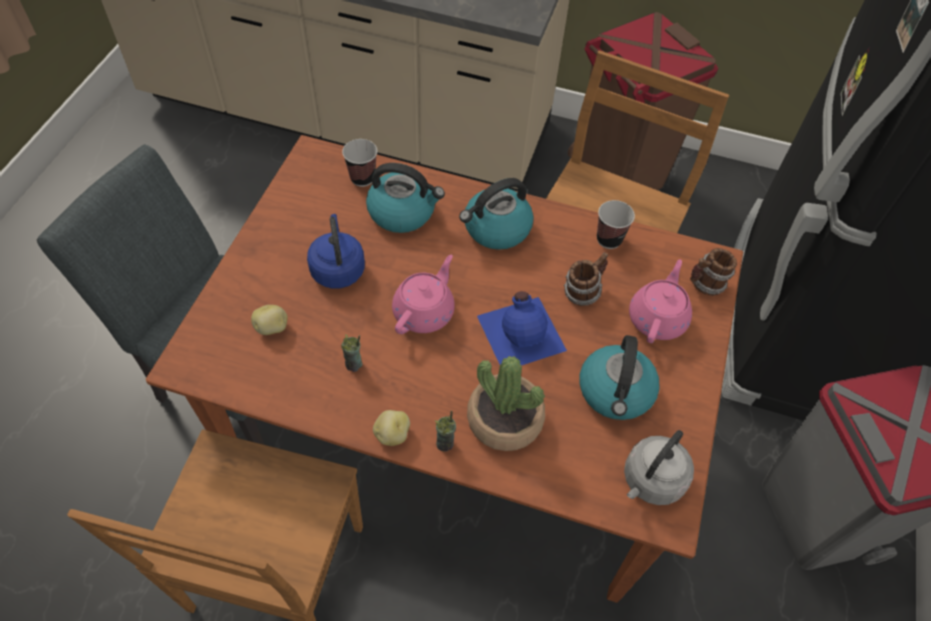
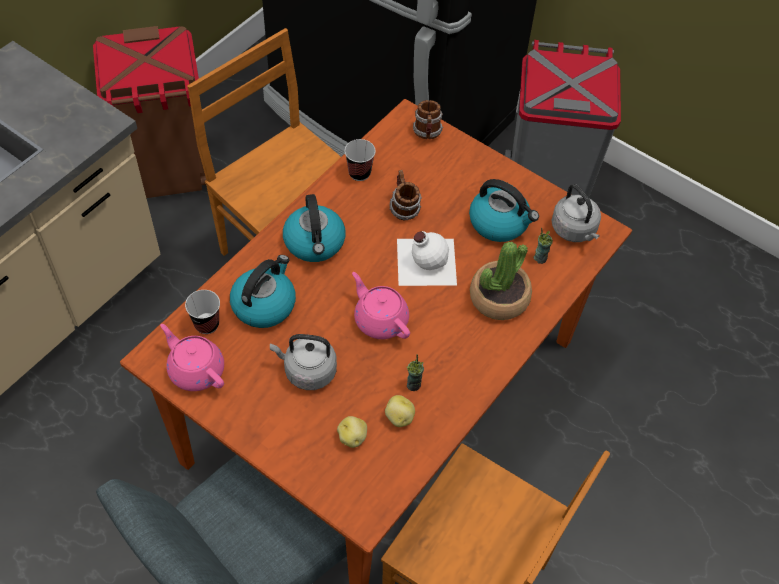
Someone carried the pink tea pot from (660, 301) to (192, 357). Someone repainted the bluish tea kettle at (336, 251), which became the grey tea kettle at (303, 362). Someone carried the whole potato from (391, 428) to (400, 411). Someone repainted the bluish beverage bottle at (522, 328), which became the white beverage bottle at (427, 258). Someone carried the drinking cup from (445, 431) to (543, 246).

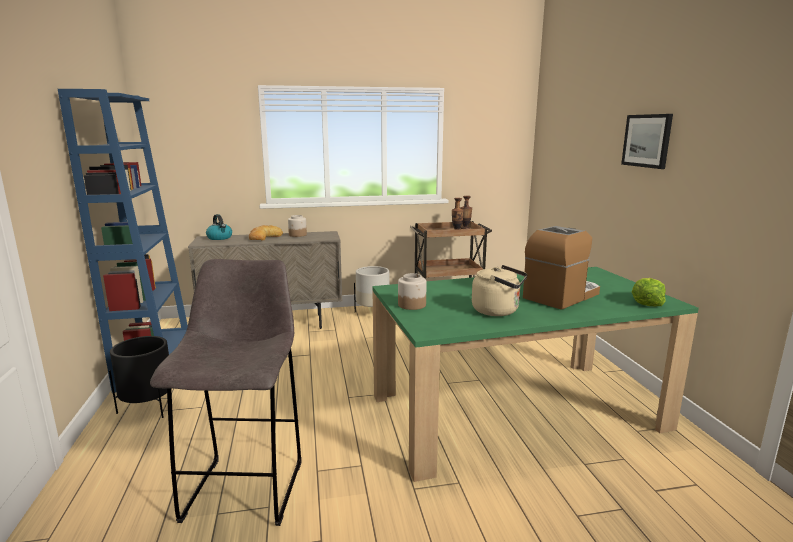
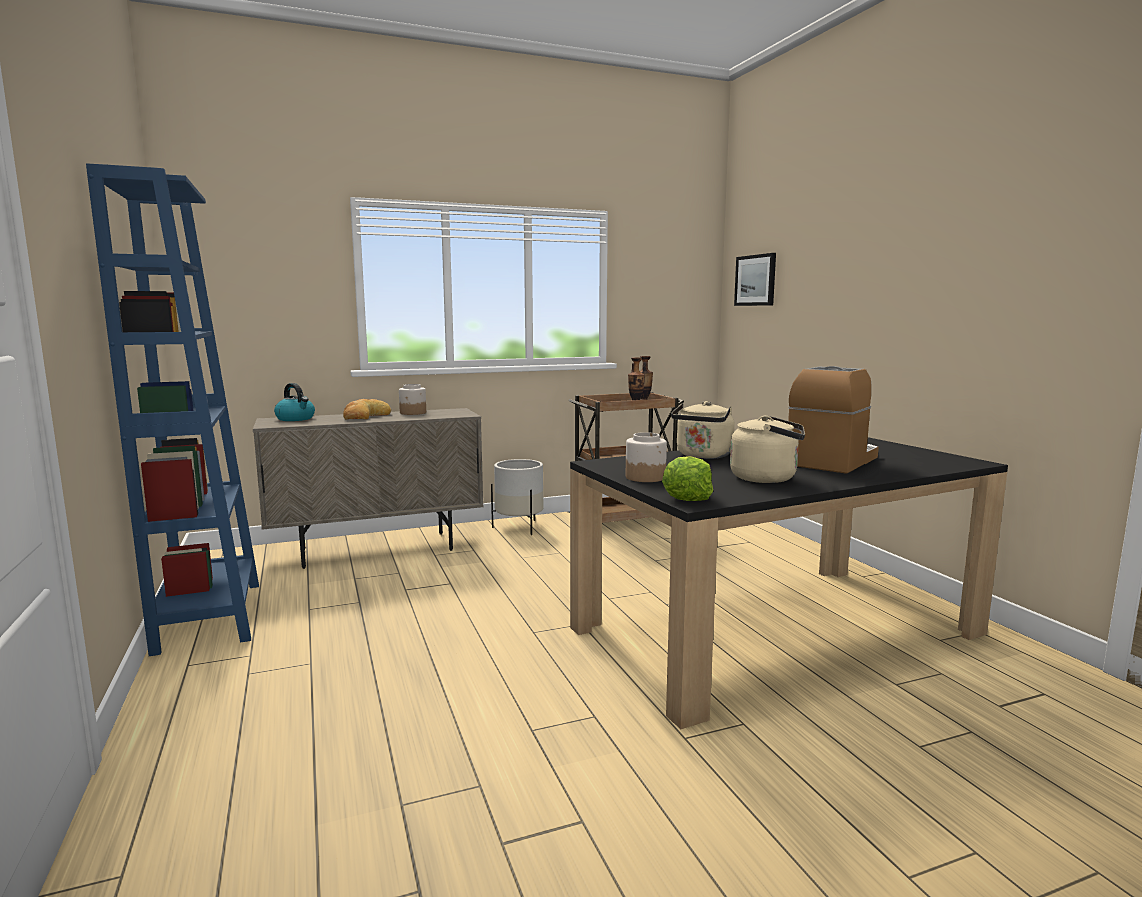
Someone repainted the green dinner table at (535, 374), which became the blackish dinner table at (789, 583). Someone carried the lettuce head from (649, 292) to (687, 478). Someone put down the beige tea kettle at (703, 430). Someone carried the picture from (647, 141) to (755, 279). Someone took away the blackish planter at (140, 377). Someone took away the grey stool seat at (225, 392).

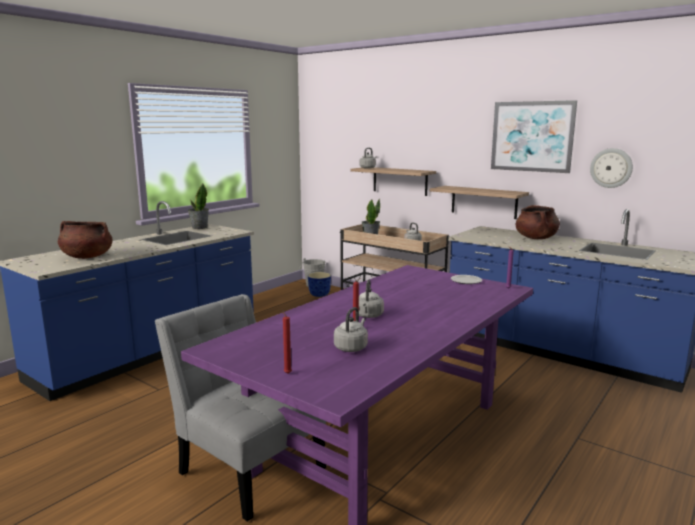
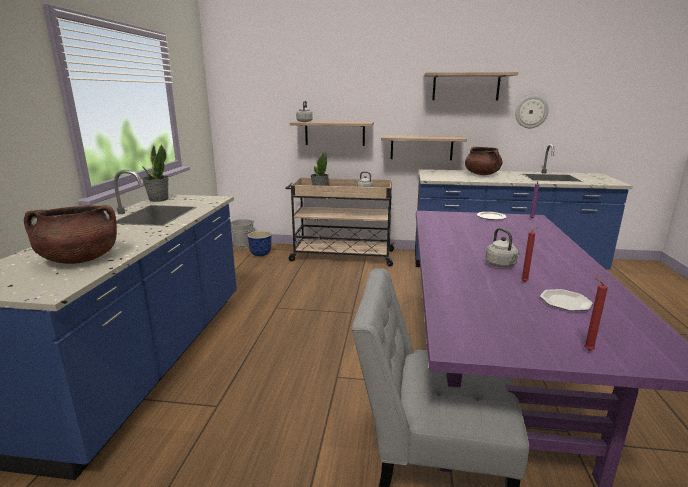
Someone swapped the picture at (534, 136) for the wall shelf at (471, 86). Someone swapped the grey tea kettle at (351, 329) for the flat dish at (566, 300).

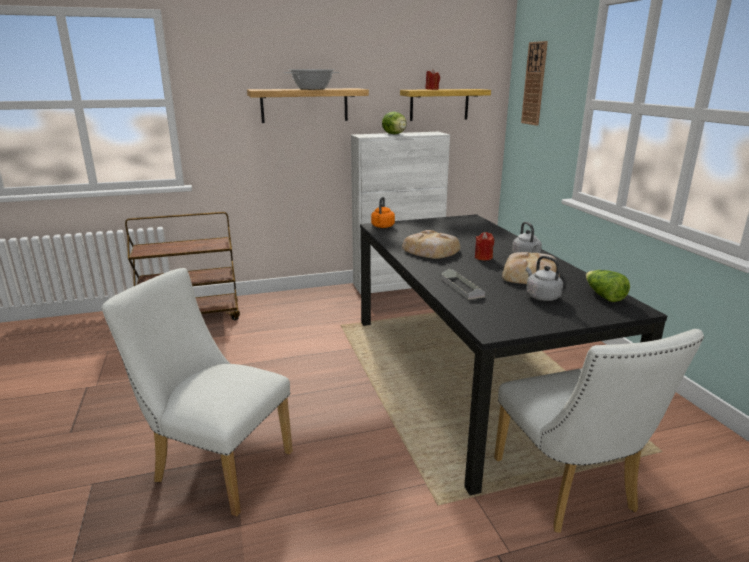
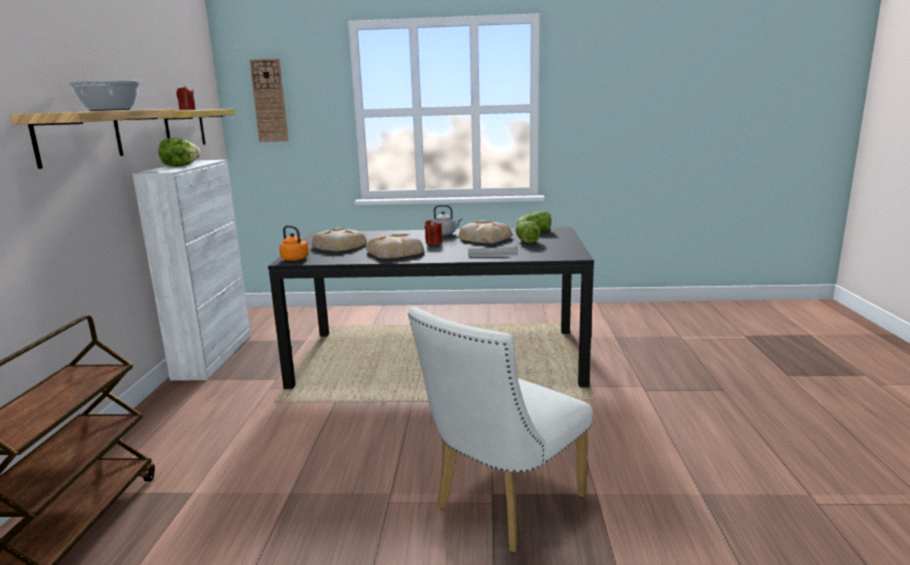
Someone put down the baked bread at (339, 239). Someone swapped the grey tea kettle at (544, 278) for the lettuce head at (528, 232). Someone took away the white chair at (599, 431).

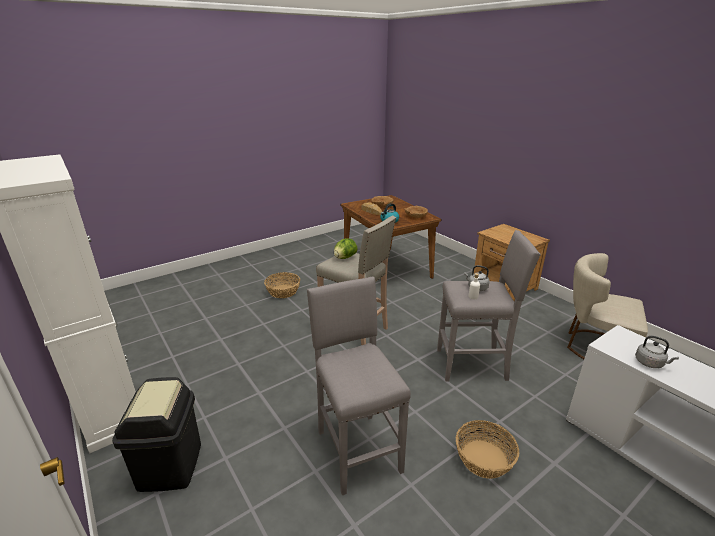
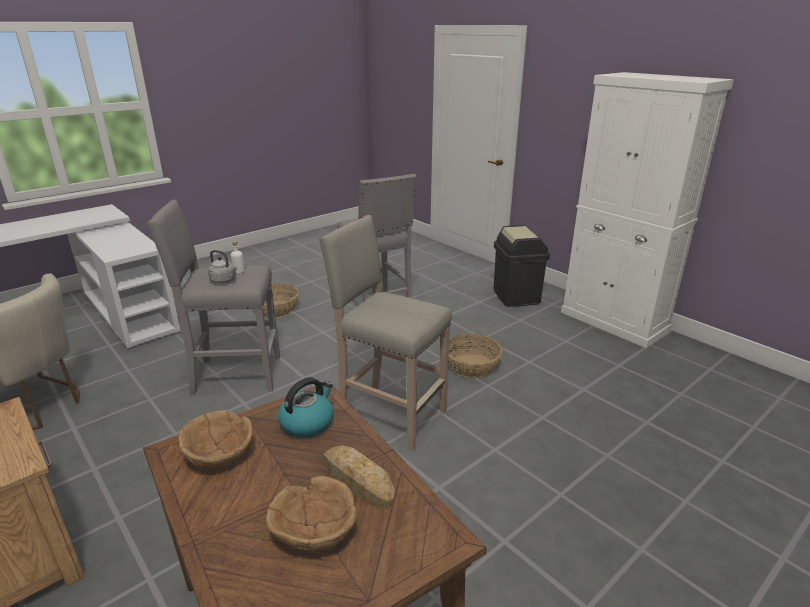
Someone carried the storage basket from (282, 285) to (475, 356). Someone took away the lettuce head at (345, 248). Someone took away the grey tea kettle at (657, 352).

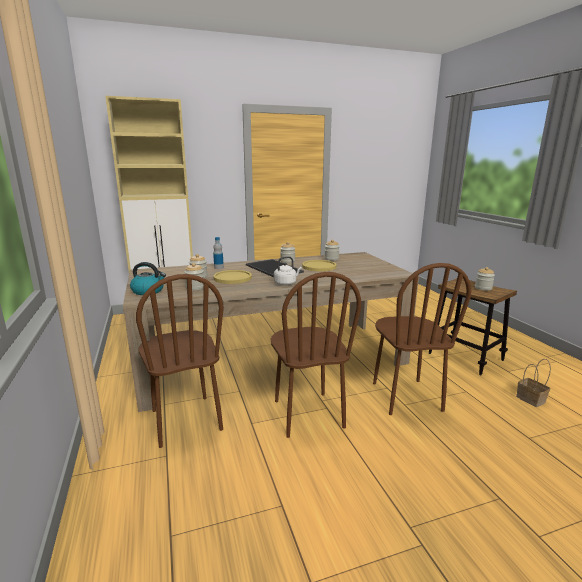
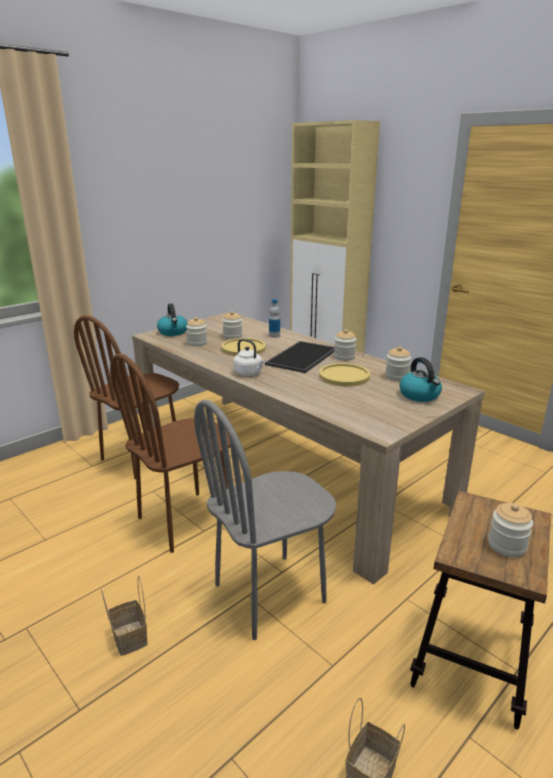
Someone put down the storage basket at (124, 616). Someone repainted the brown chair at (422, 339), which became the grey chair at (265, 520). Someone put down the tea kettle at (420, 379).

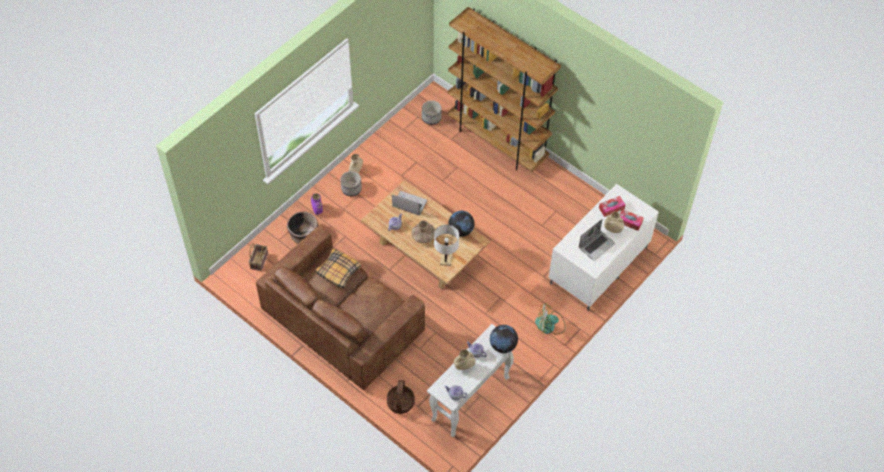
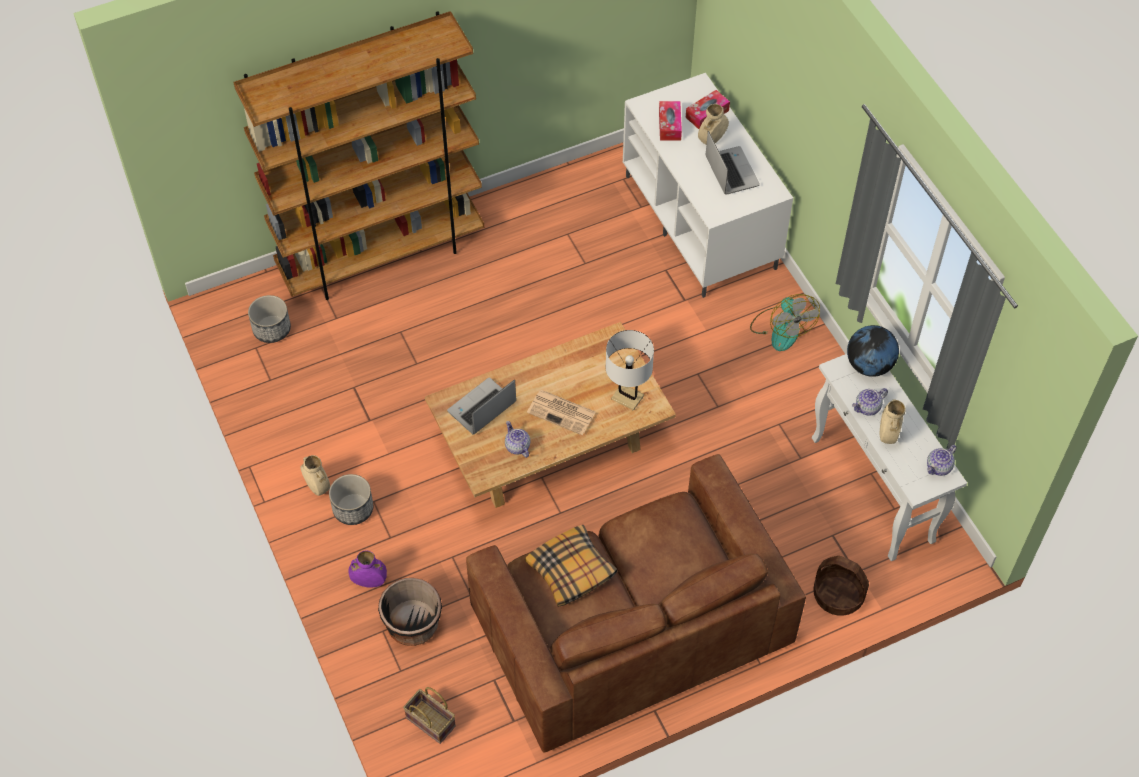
Someone swapped the brown flower vase at (423, 231) for the printed paper at (561, 412). Someone rotated the electric fan at (550, 319) by 45 degrees counterclockwise. Someone took away the world globe at (461, 224).

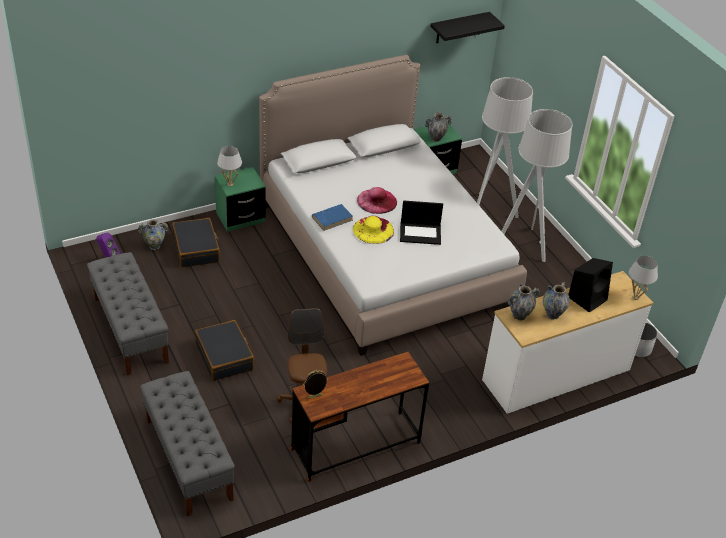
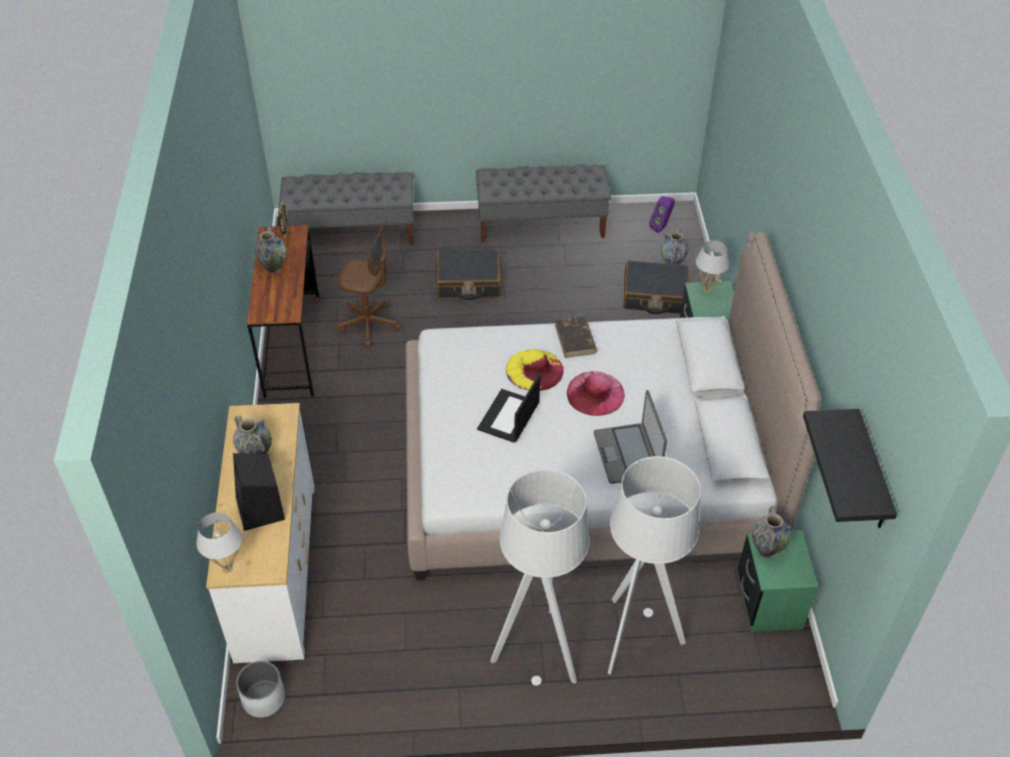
Someone carried the flower vase from (524, 302) to (270, 249). Someone repainted the bluish bound book at (332, 217), which became the brown bound book at (576, 337). Someone put down the notebook computer at (630, 437).

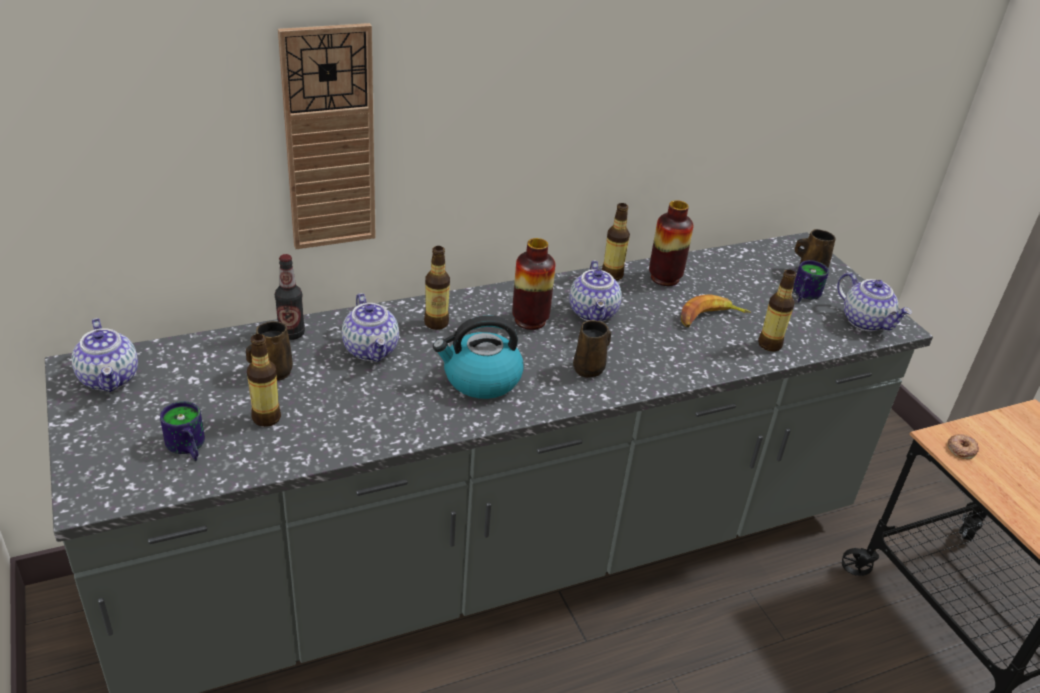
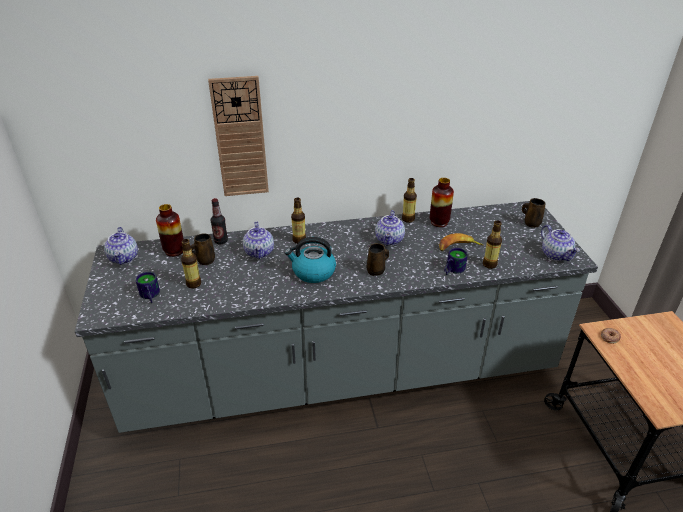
Someone carried the flower vase from (534, 284) to (170, 230). Someone carried the mug from (811, 281) to (456, 261).

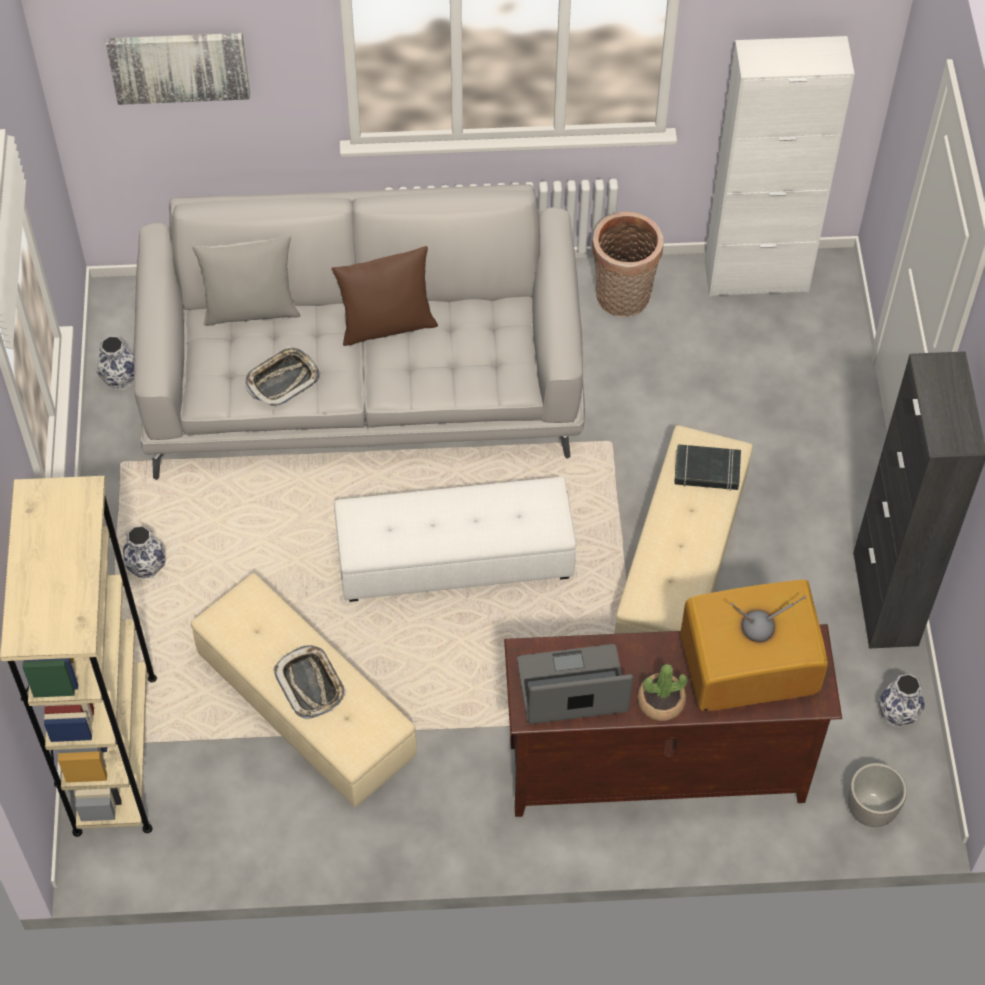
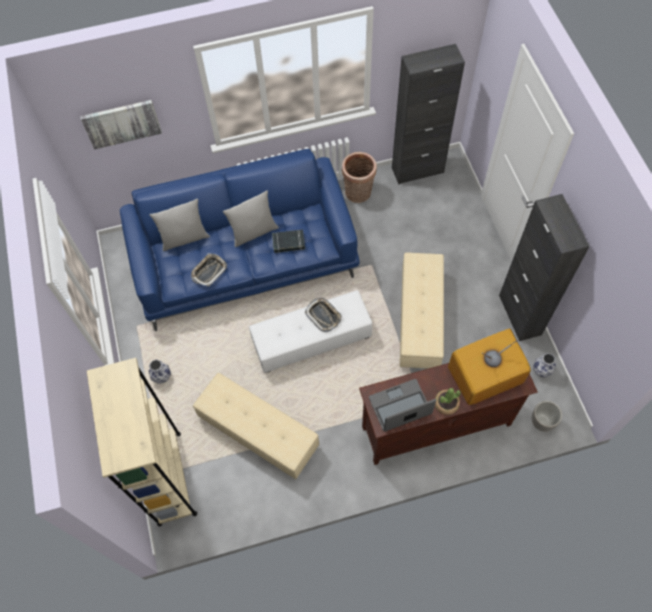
Someone repainted the grey sofa at (359, 332), which became the bluish sofa at (240, 240). Someone repainted the brown throw pillow at (385, 296), which became the grey throw pillow at (251, 219). Someone carried the blackish bound book from (707, 467) to (288, 241). Someone carried the tray from (310, 682) to (323, 315). Someone repainted the white storage cabinet at (780, 166), which became the blackish storage cabinet at (428, 114). Someone took away the flower vase at (115, 363).

